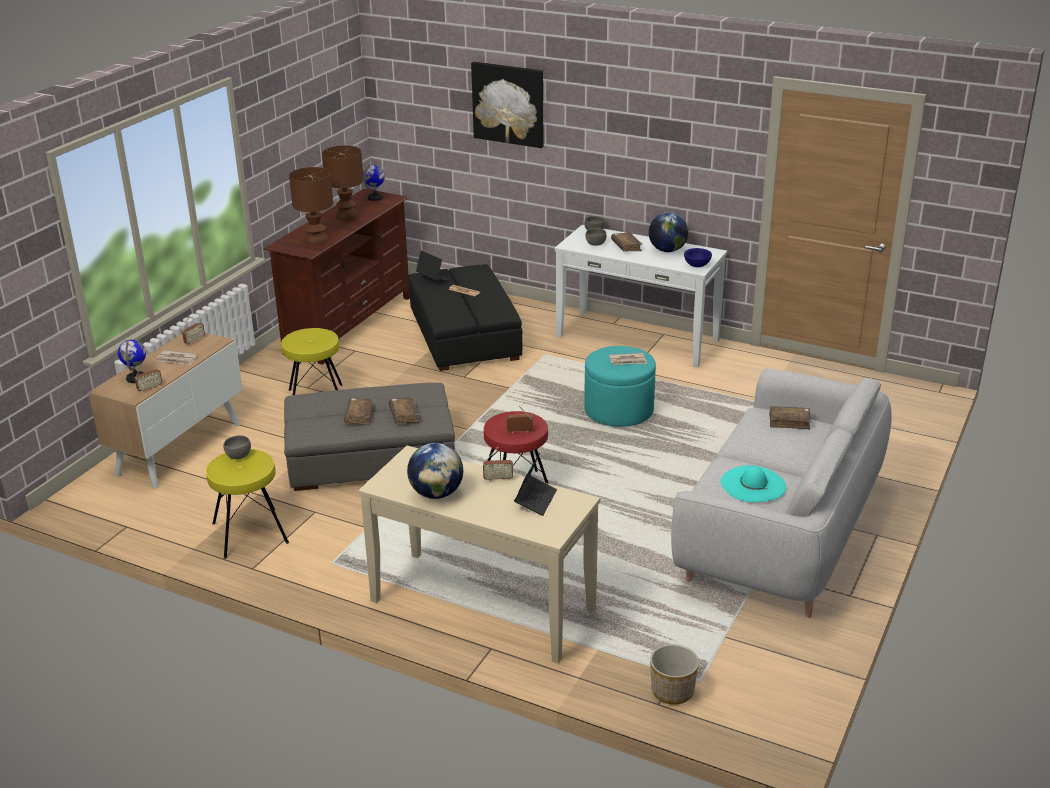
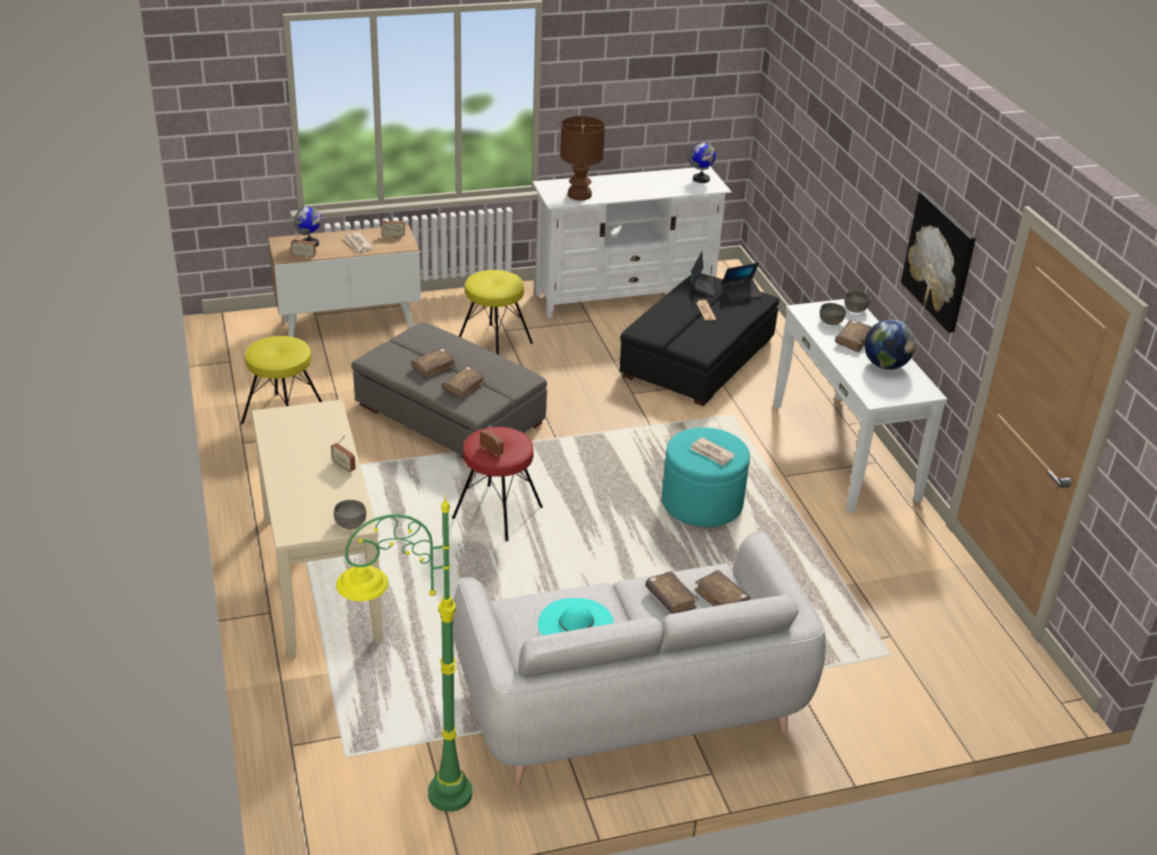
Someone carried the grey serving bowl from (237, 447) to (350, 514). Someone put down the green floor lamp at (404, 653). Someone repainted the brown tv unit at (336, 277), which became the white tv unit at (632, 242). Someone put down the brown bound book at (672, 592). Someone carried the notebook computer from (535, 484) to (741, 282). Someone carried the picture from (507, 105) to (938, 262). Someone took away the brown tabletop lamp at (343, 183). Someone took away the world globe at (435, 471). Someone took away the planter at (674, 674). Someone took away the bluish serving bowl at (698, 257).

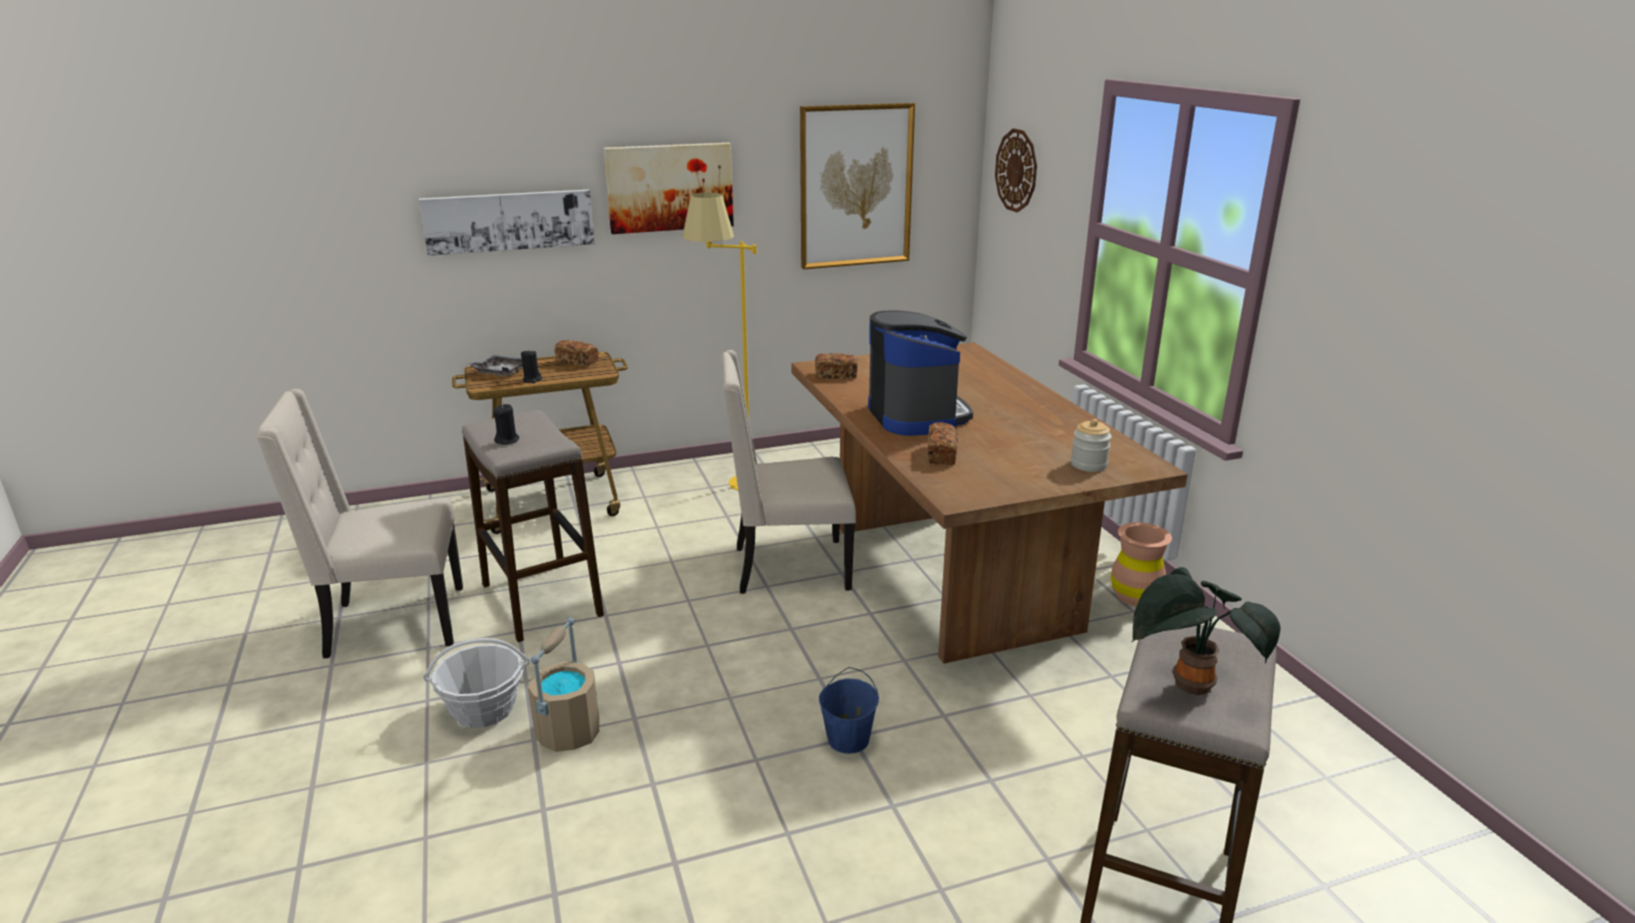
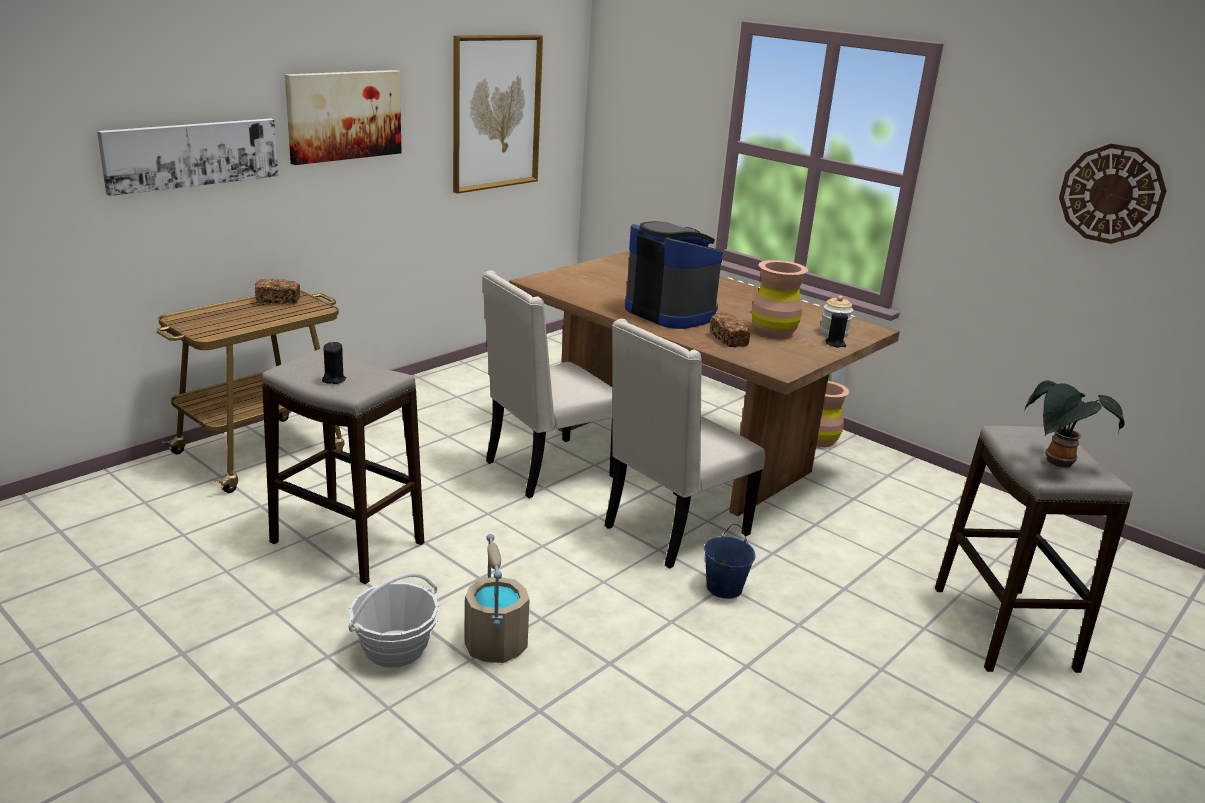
Someone carried the beige chair from (359, 523) to (685, 444). Someone put down the brown flower vase at (779, 299). Someone carried the blackish wax light from (531, 366) to (837, 330). Someone carried the hanging clock from (1016, 170) to (1113, 194). Someone took away the grey tray at (495, 366). Someone took away the yellowish floor lamp at (719, 341). Someone took away the baked bread at (836, 366).

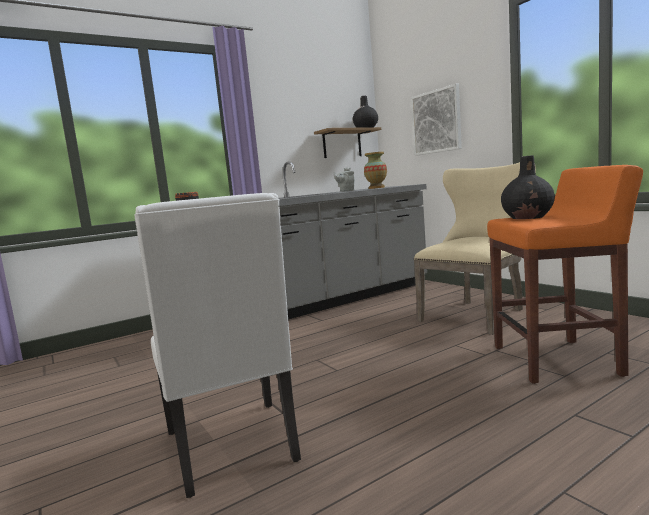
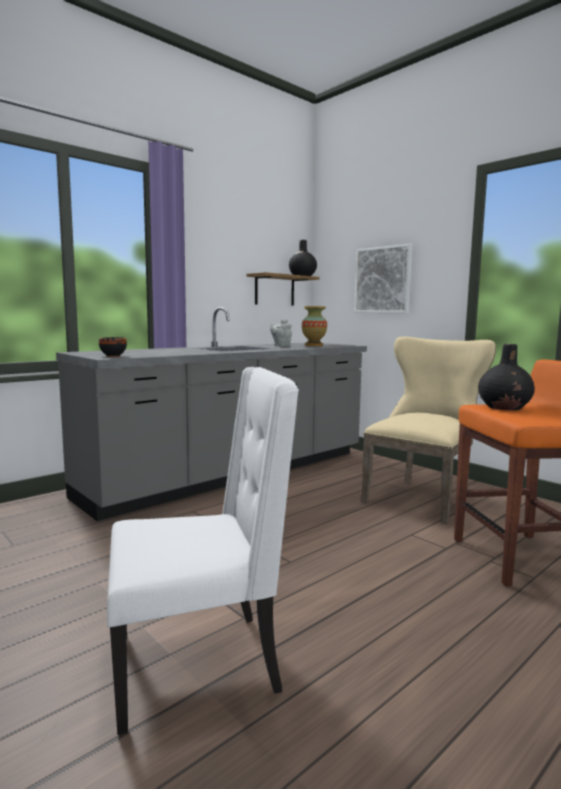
Someone rotated the white chair at (218, 345) by 75 degrees counterclockwise.

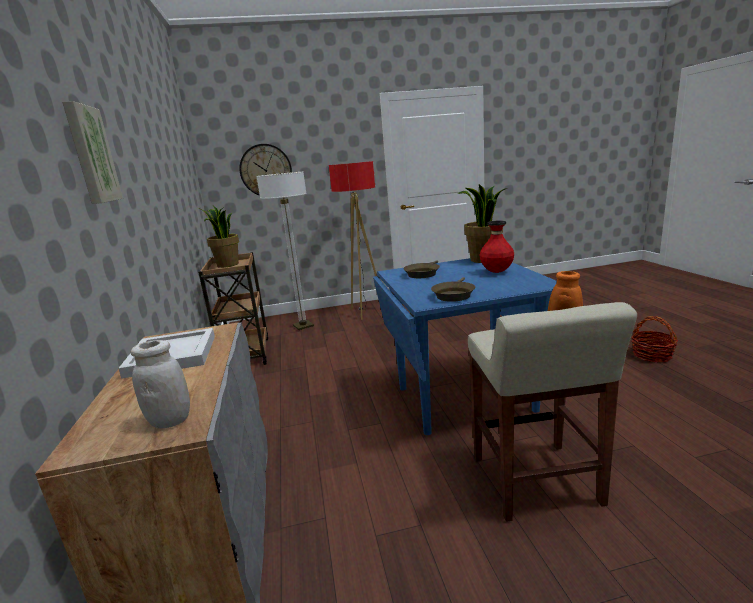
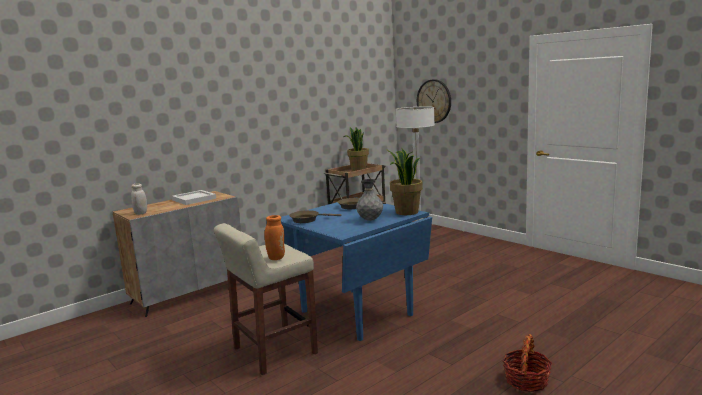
Someone repainted the red-coloured flower vase at (497, 246), which became the grey flower vase at (369, 200). Someone took away the picture at (92, 152). Someone took away the floor lamp at (353, 240).

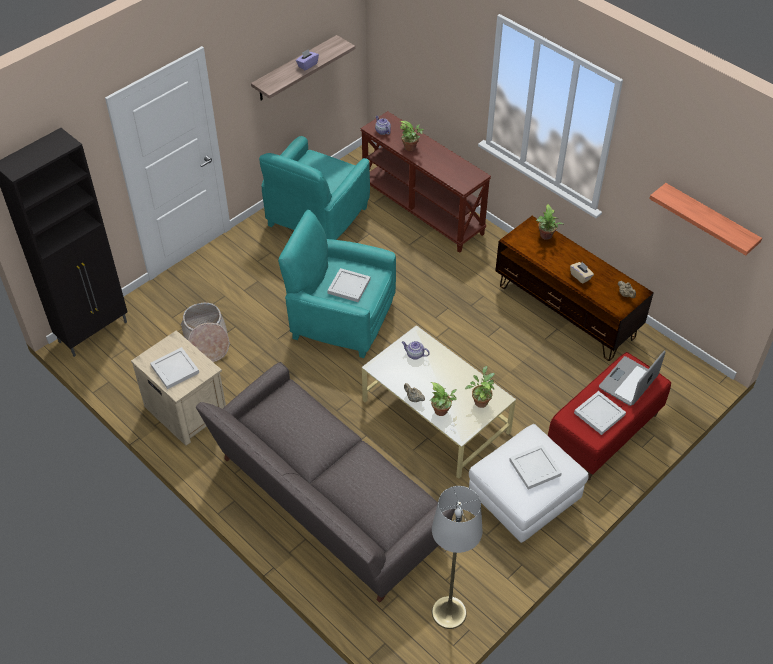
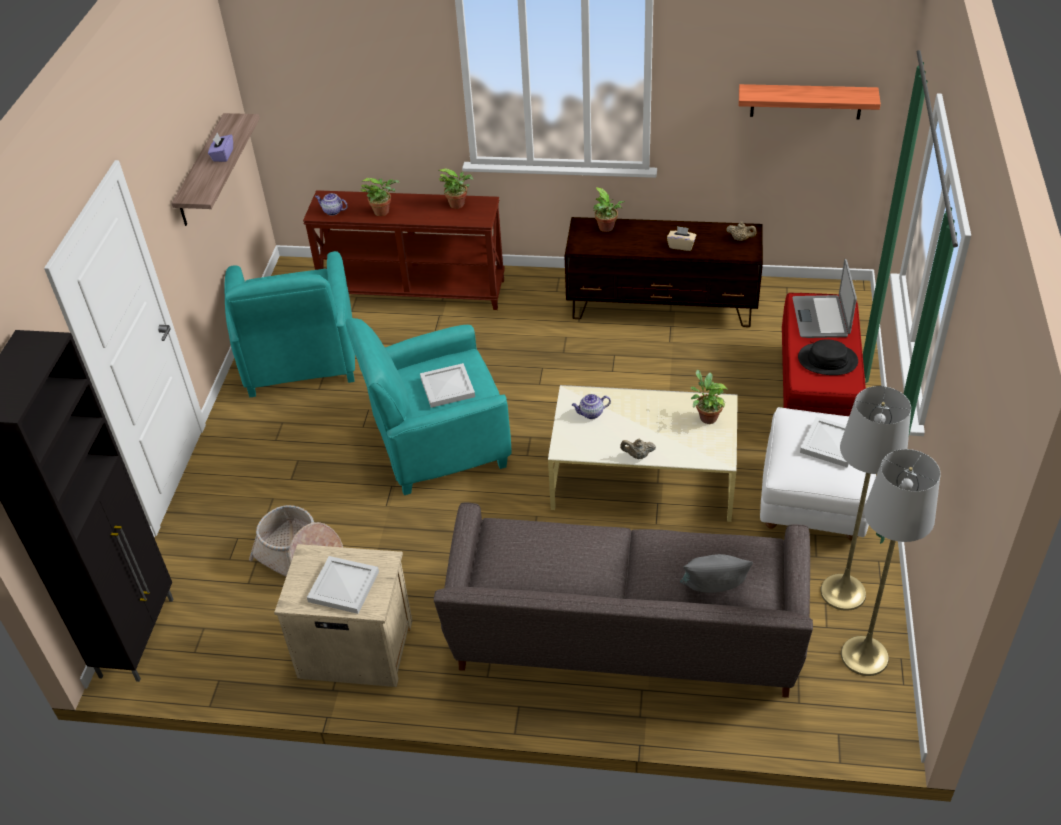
Someone carried the houseplant from (443, 399) to (456, 188). Someone put down the grey throw pillow at (716, 573). Someone swapped the white tray at (600, 413) for the blackish hat at (828, 357). Someone put down the grey floor lamp at (865, 498).

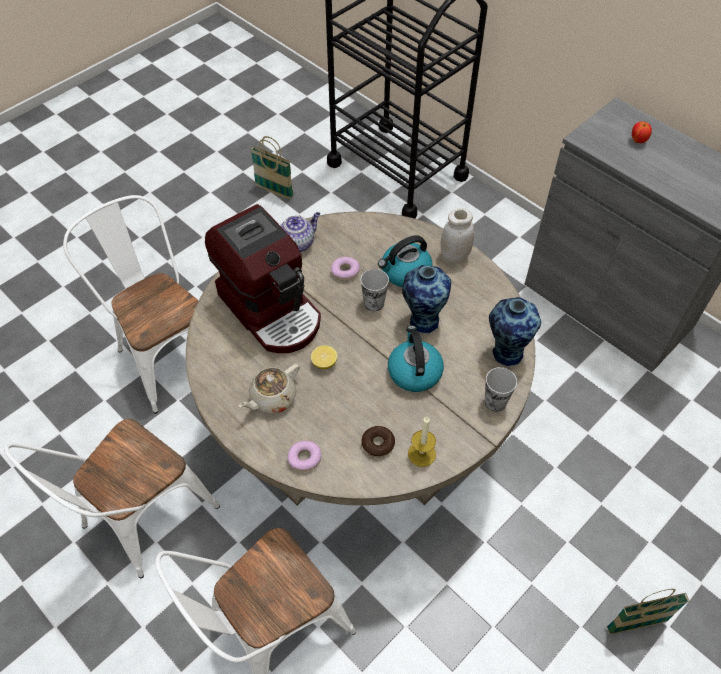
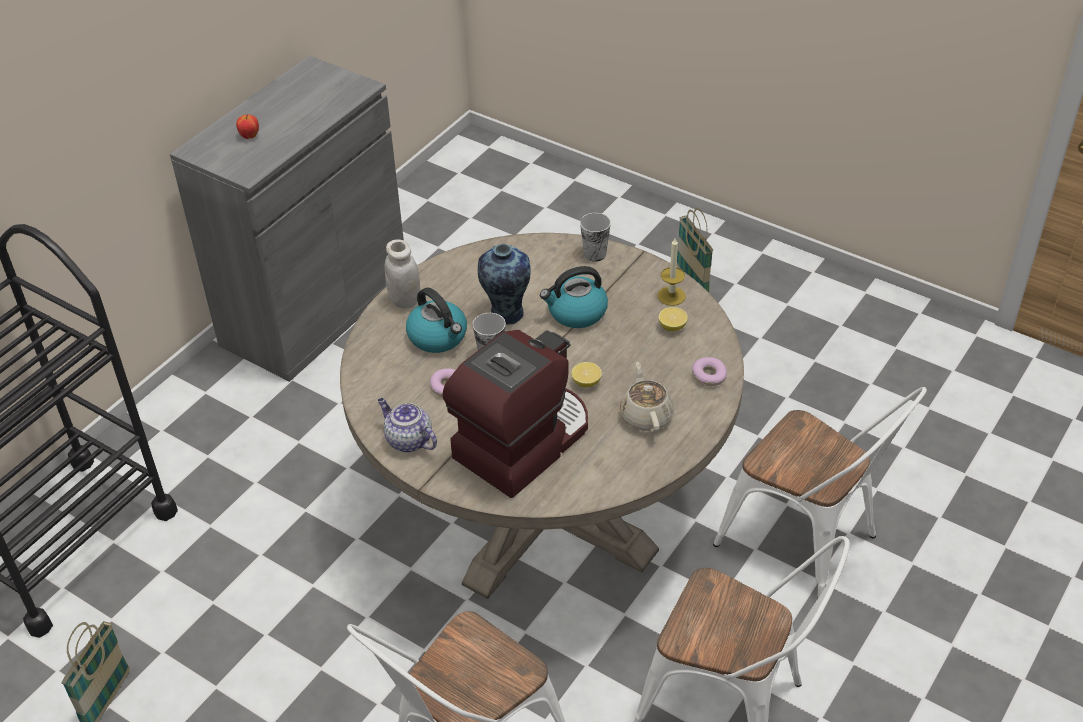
Someone rotated the beige tea pot at (269, 389) by 135 degrees counterclockwise. Someone swapped the doughnut at (378, 441) for the citrus fruit at (673, 319). Someone took away the flower vase at (515, 331).

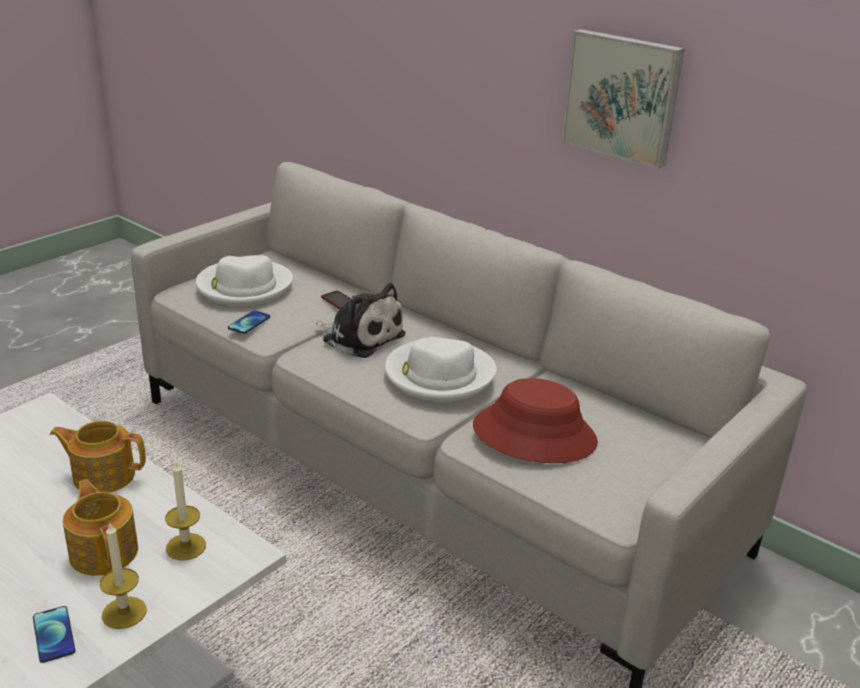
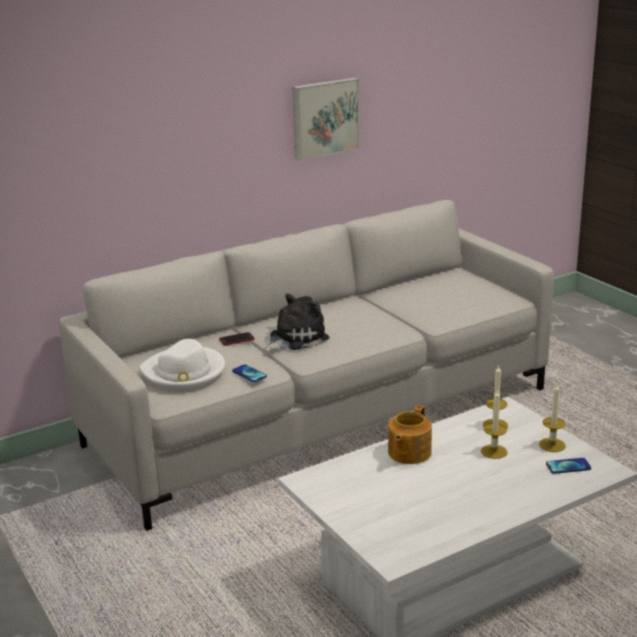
Someone swapped the tea pot at (100, 527) for the wax light at (494, 424). Someone took away the white hat at (441, 369). Someone took away the red-coloured hat at (535, 420).

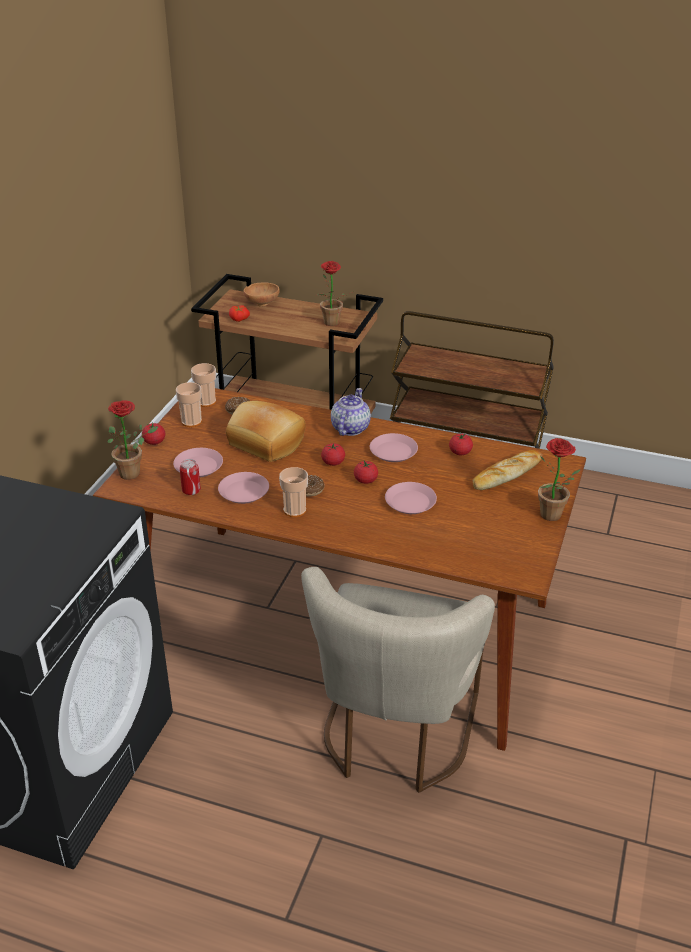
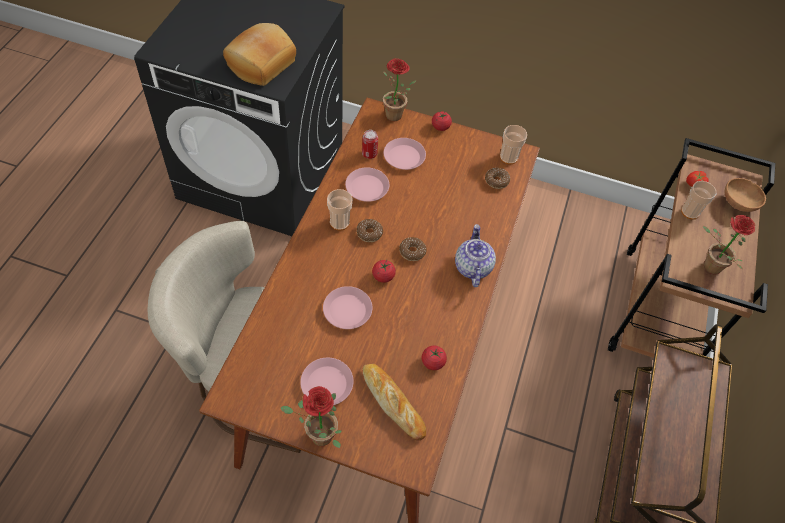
Someone carried the baked bread from (266, 431) to (259, 54). Someone carried the pink flat dish from (394, 447) to (327, 381). Someone swapped the fresh tomato at (333, 454) for the doughnut at (413, 249). Someone rotated the tea pot at (351, 412) by 105 degrees counterclockwise. Someone carried the drinking cup from (189, 404) to (698, 200).

